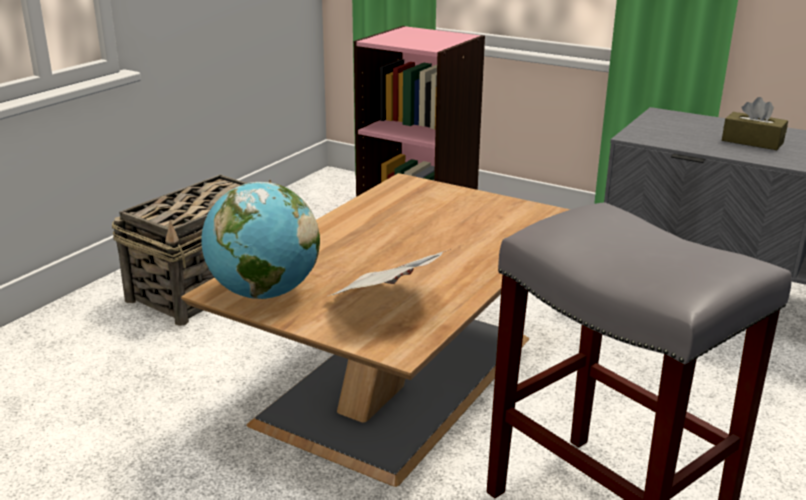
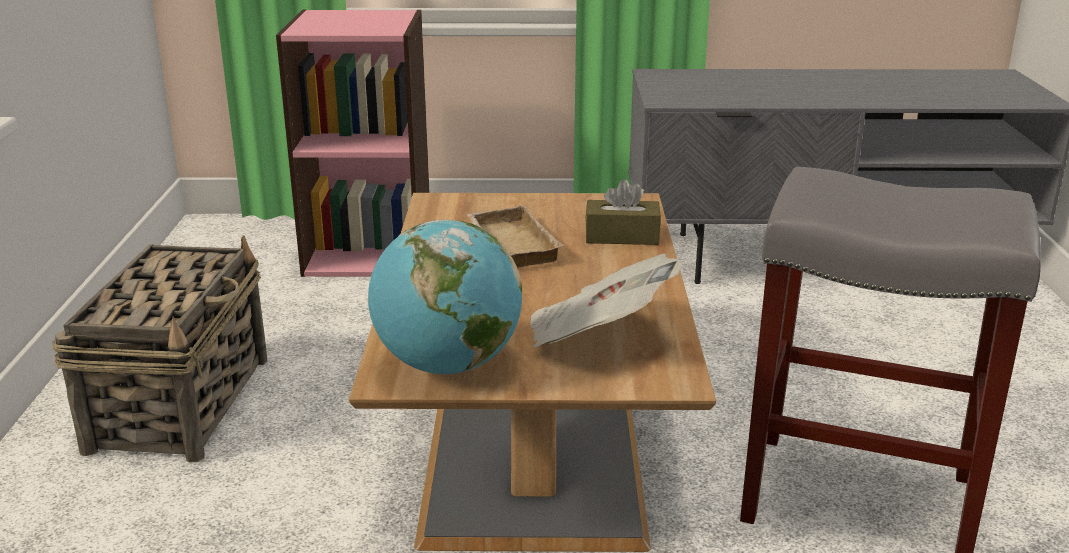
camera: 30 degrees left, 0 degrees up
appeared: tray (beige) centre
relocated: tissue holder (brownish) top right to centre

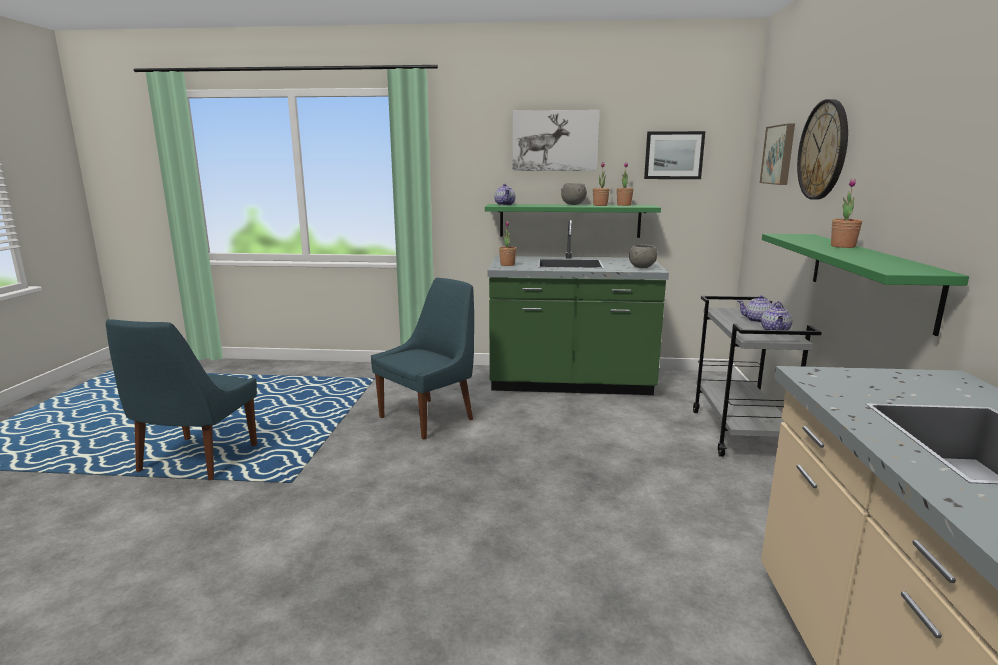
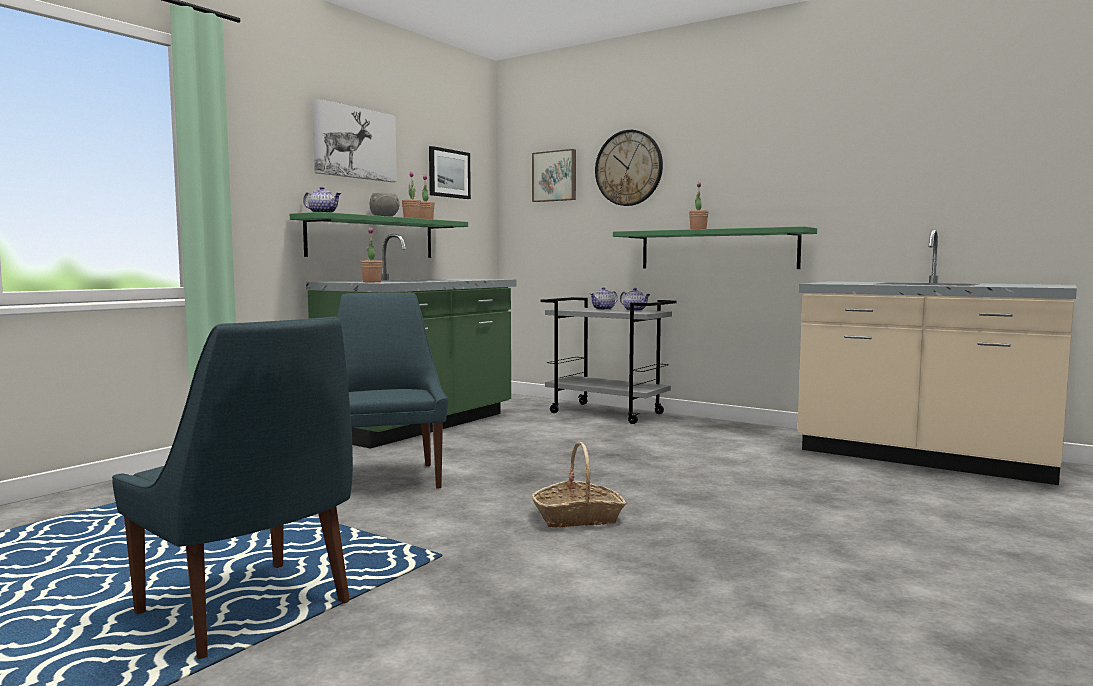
camera: 60 degrees left, 10 degrees down
missing: deep dish (grey) (no. 2 from left) centre
appeared: storage basket bottom centre

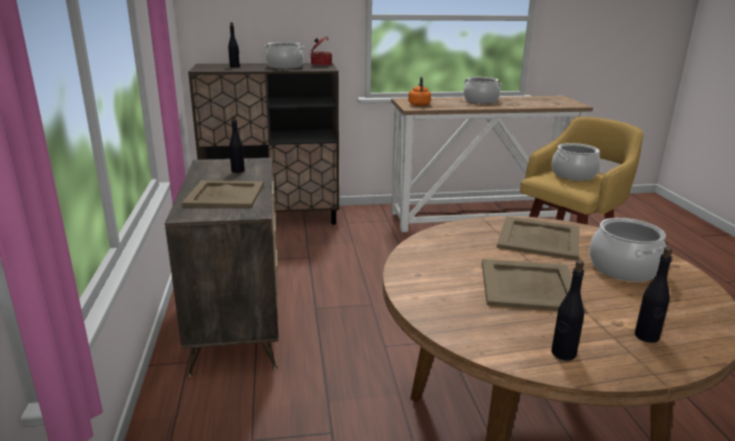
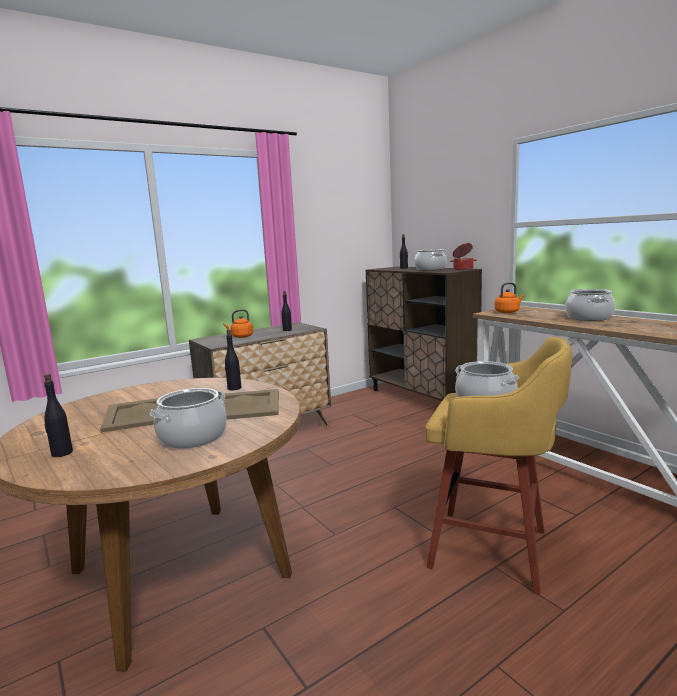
camera: 65 degrees right, 10 degrees down
relocated: drink bottle (blackish) (no. 3 from left in the first image) bottom right to drink bottle (blackish) (no. 2 from left) centre
exchanged: tray (beige) (no. 1 from left) middle left to kettle (orange) (no. 1 from left) centre

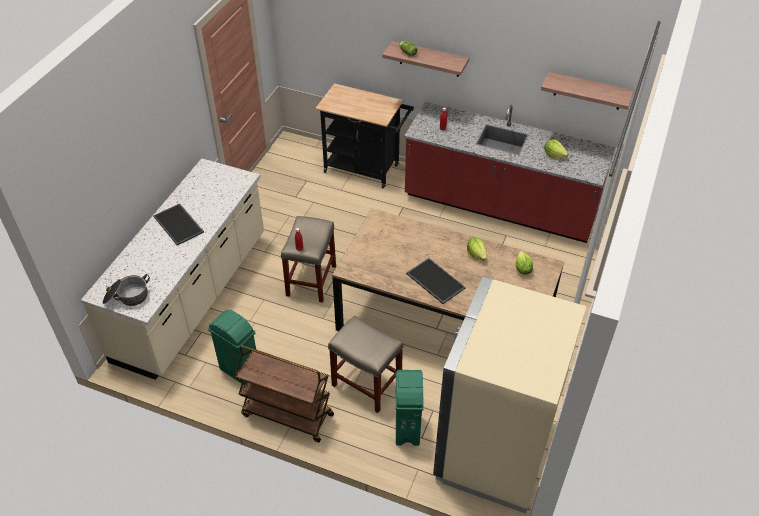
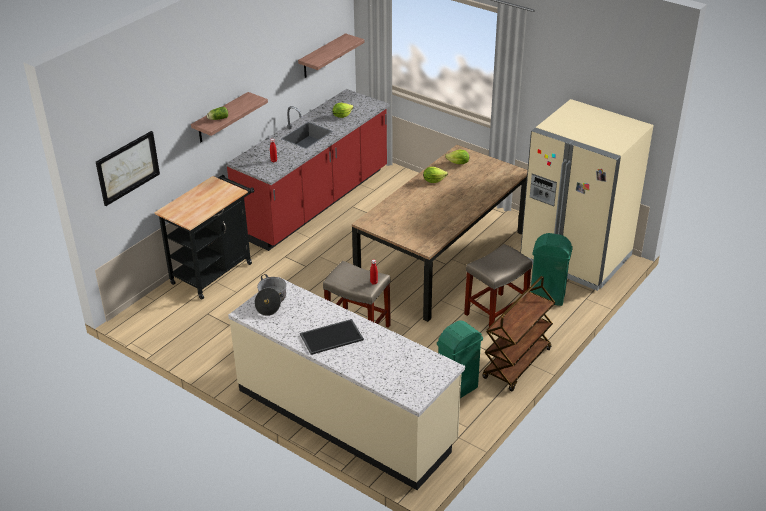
camera: 75 degrees left, 10 degrees down
missing: tray (no. 2 from left) centre
appeared: wall art top left
relocated: stockpot middle left to centre

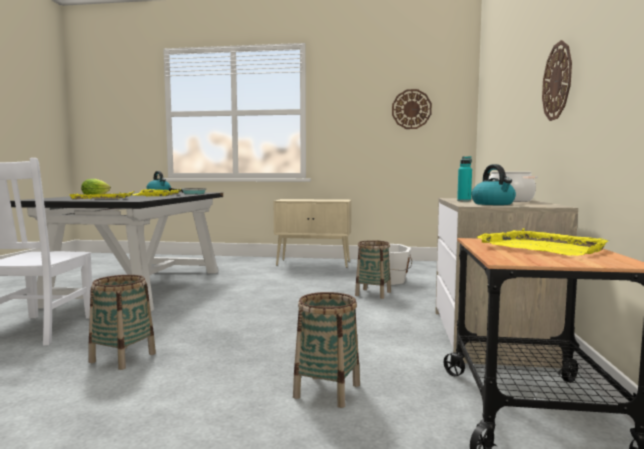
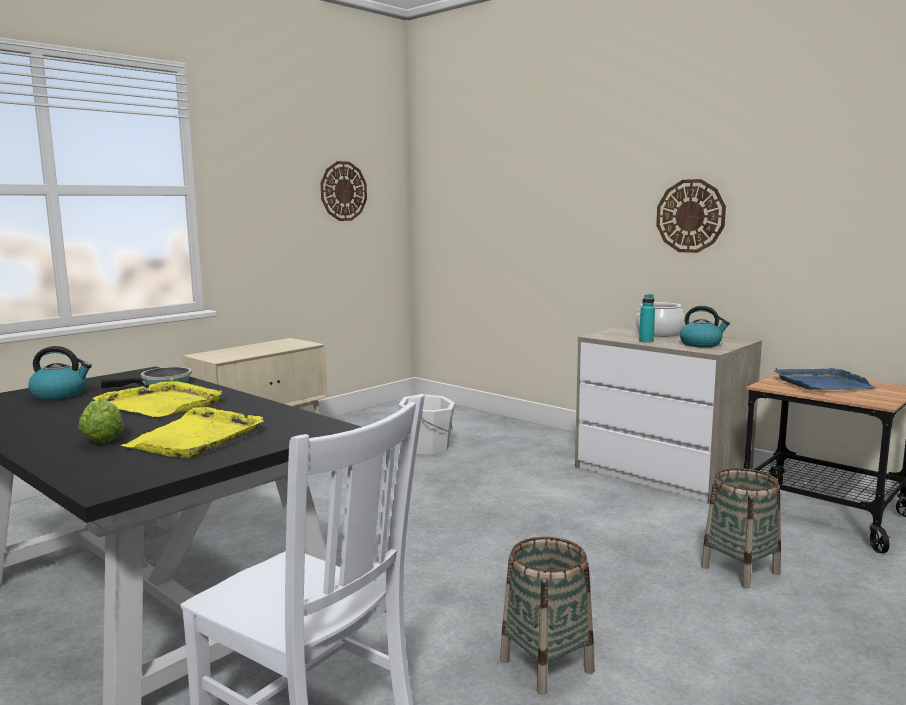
camera: 55 degrees left, 5 degrees up
missing: storage basket (no. 3 from left) centre
colour: tray (yellowish) (no. 3 from left) middle right to tray (blue-coloured) middle right

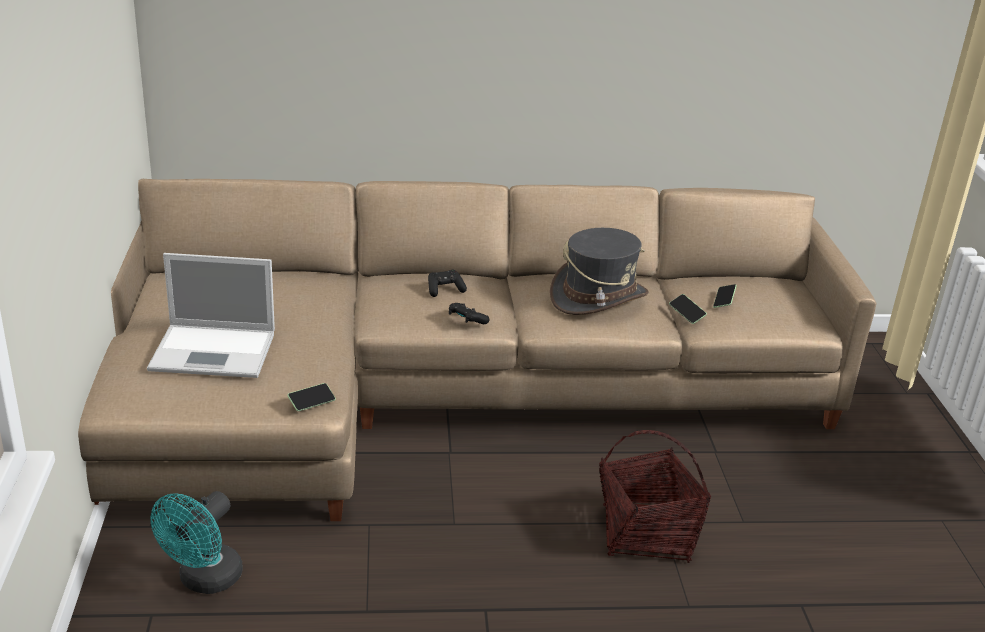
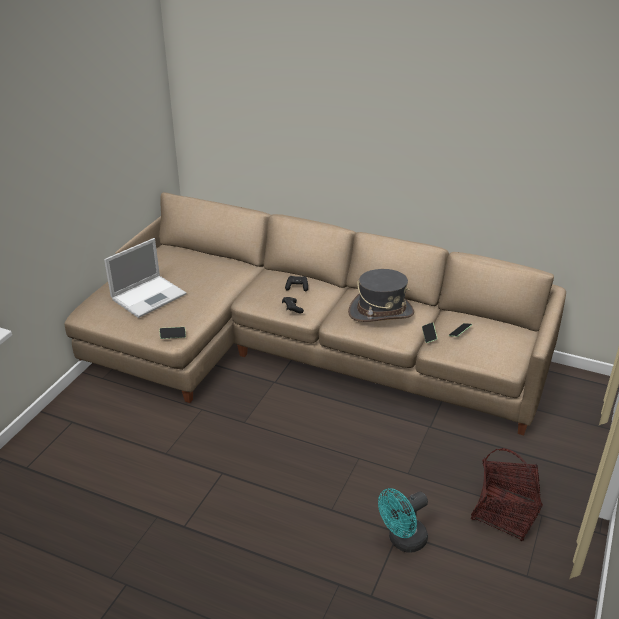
camera: 30 degrees right, 5 degrees up
relocated: fan (blue-green) bottom left to bottom centre; storage basket bottom centre to bottom right
spun: notebook computer middle left = middle left 75 degrees counterclockwise

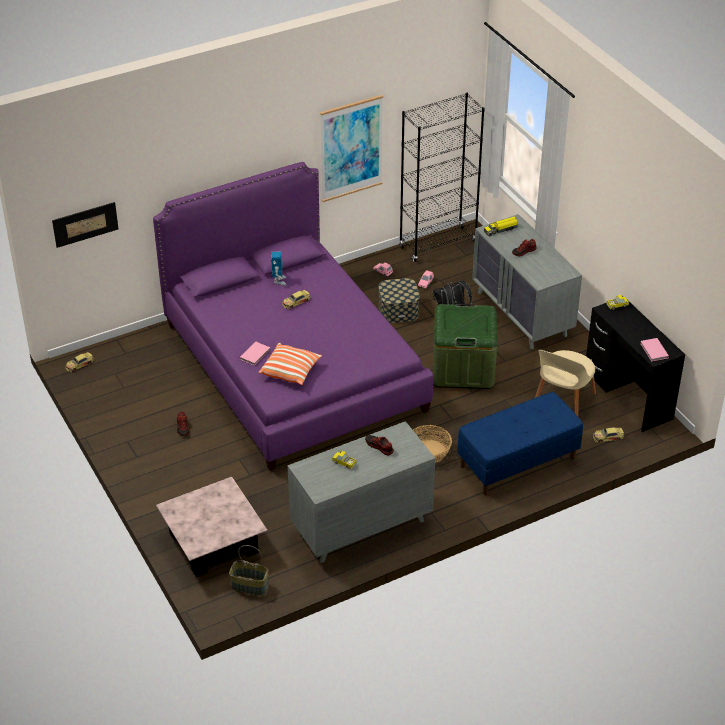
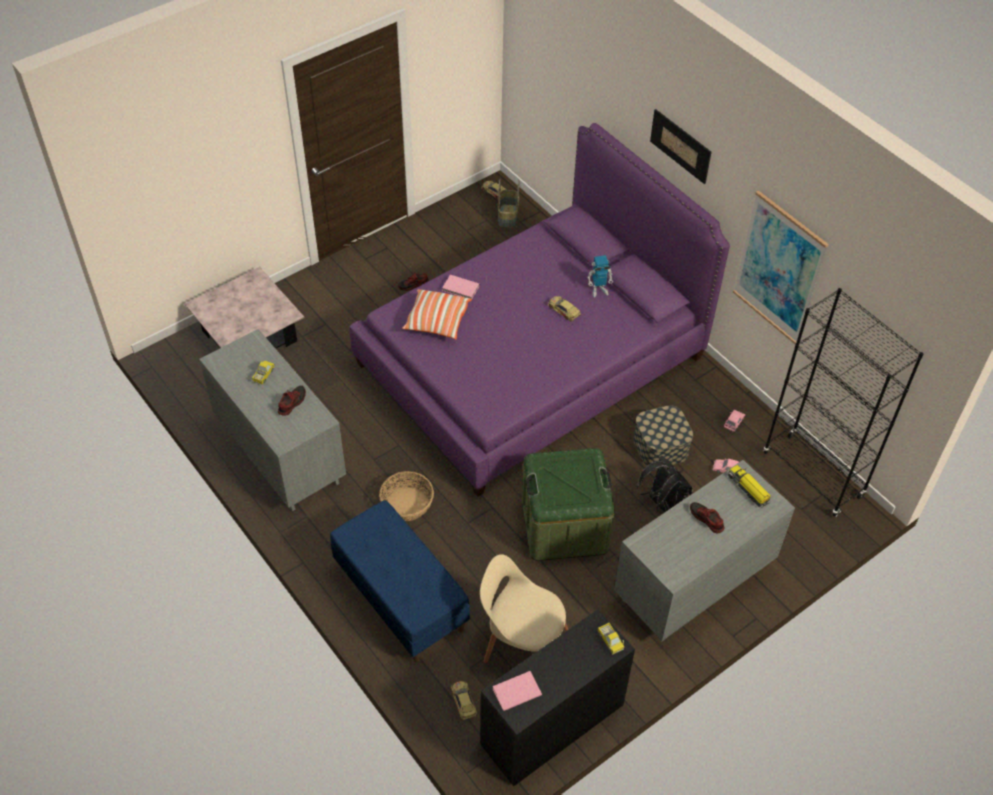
camera: 80 degrees right, 10 degrees up
relocated: wall art (no. 1 from left) top left to top right; storage basket (no. 1 from left in the first image) bottom centre to storage basket (no. 2 from left) top centre

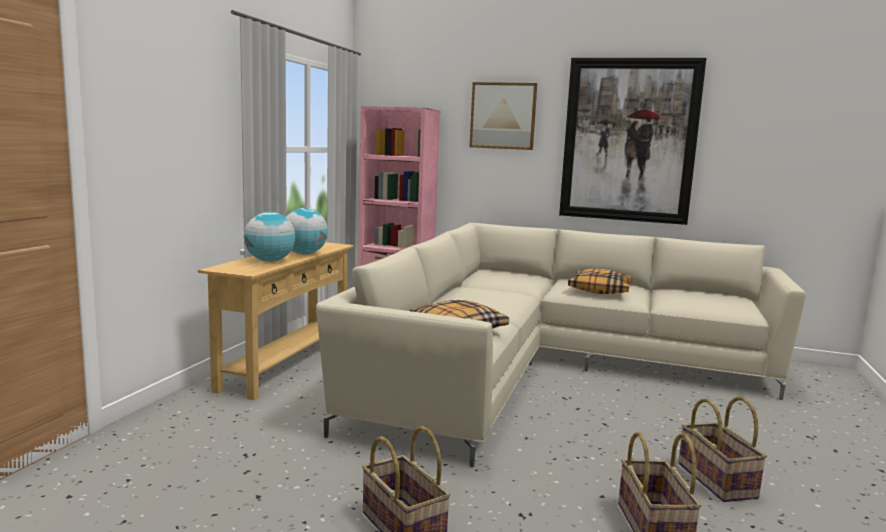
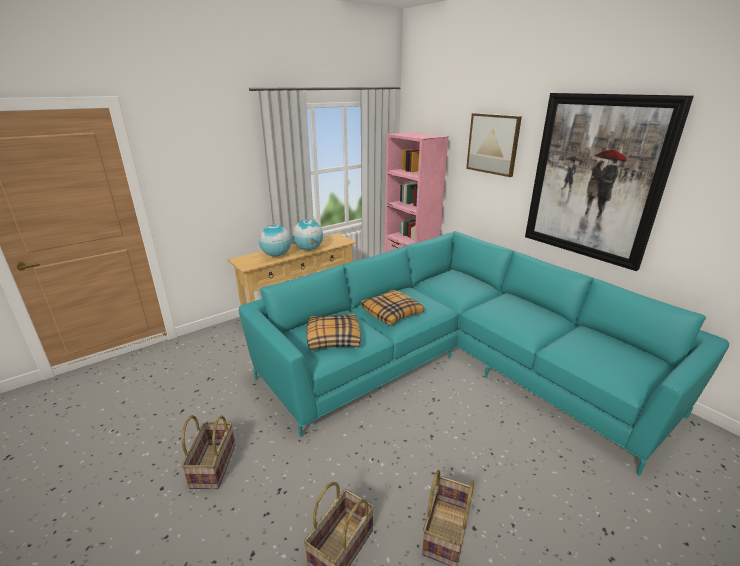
camera: 35 degrees right, 15 degrees up
relocated: cushion (no. 2 from left) middle right to centre
colour: settee (beige) centre to settee (blue-green) centre

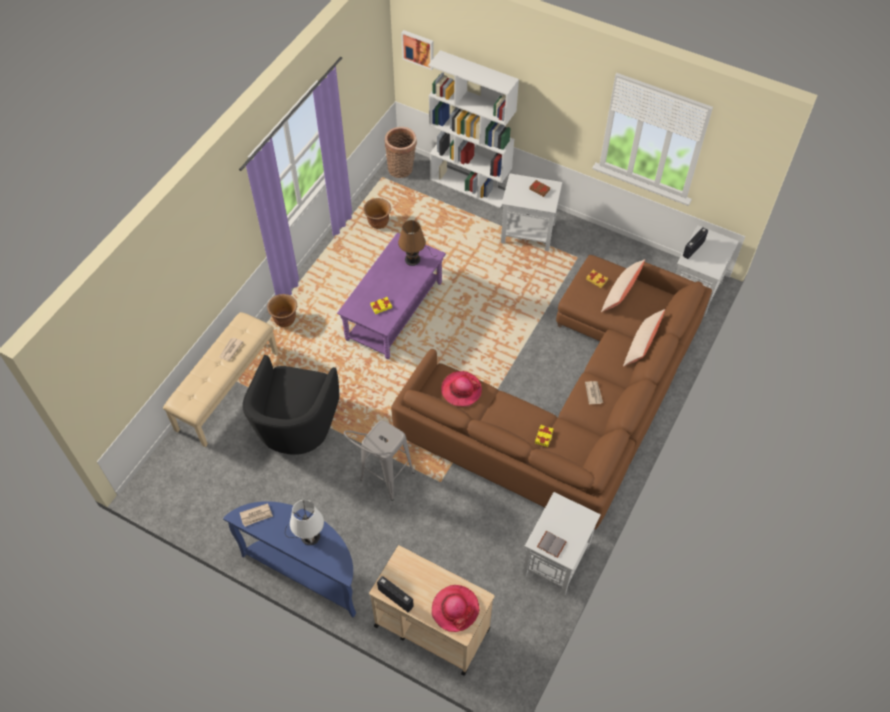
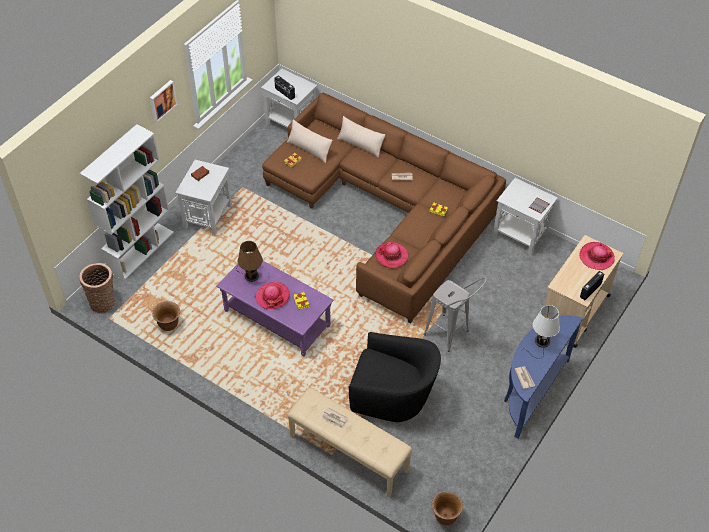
camera: 85 degrees left, 5 degrees down
appeared: wearable hat (no. 1 from left) centre
relocated: flower pot (brownish) (no. 1 from left in the first image) middle left to flower pot (brownish) (no. 2 from left) bottom centre; wall art top centre to top left

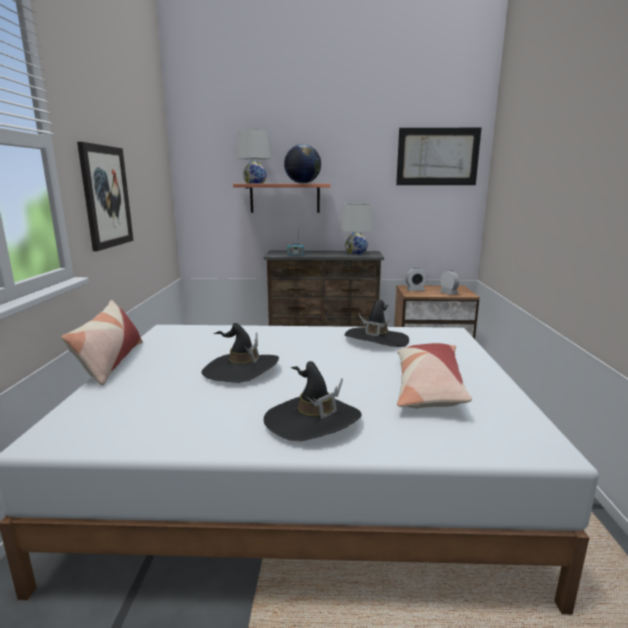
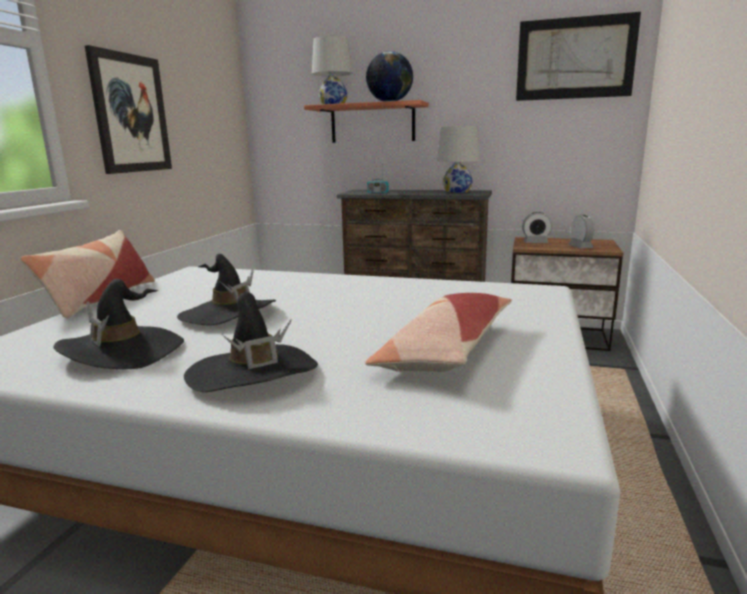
camera: 15 degrees right, 0 degrees up
relocated: wearable hat (blackish) (no. 3 from left in the first image) centre to wearable hat (blackish) (no. 1 from left) middle left

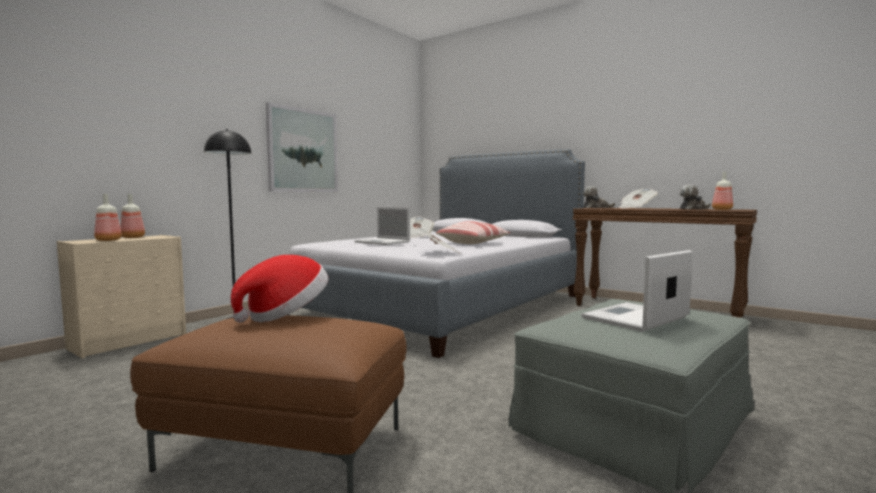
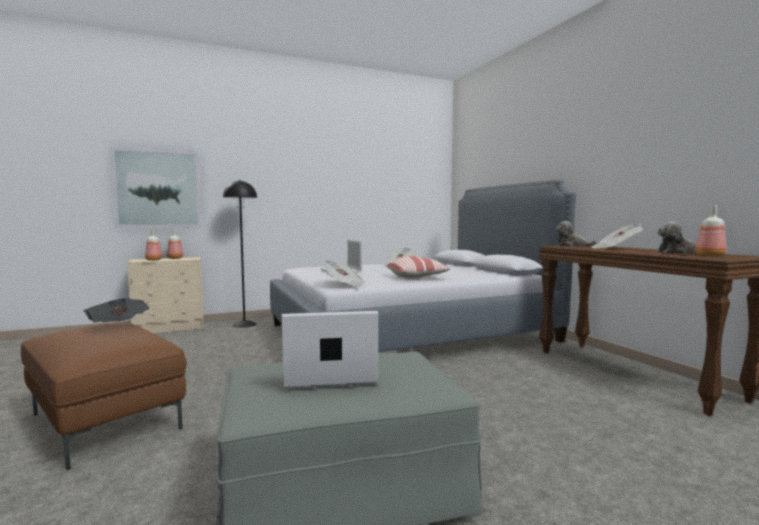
camera: 30 degrees right, 0 degrees up
relocated: wall art top centre to middle left
exchanged: wearable hat middle left to newspaper (no. 1 from left) middle left

